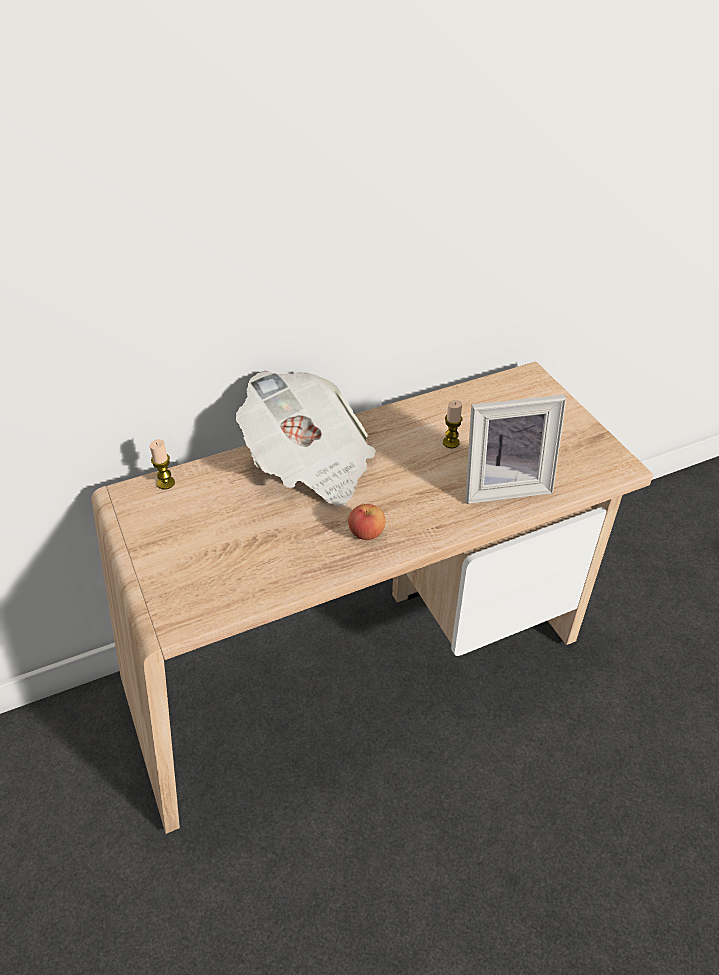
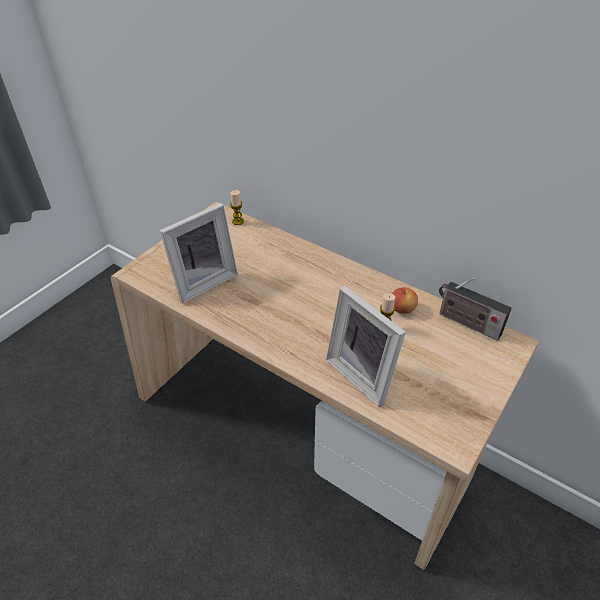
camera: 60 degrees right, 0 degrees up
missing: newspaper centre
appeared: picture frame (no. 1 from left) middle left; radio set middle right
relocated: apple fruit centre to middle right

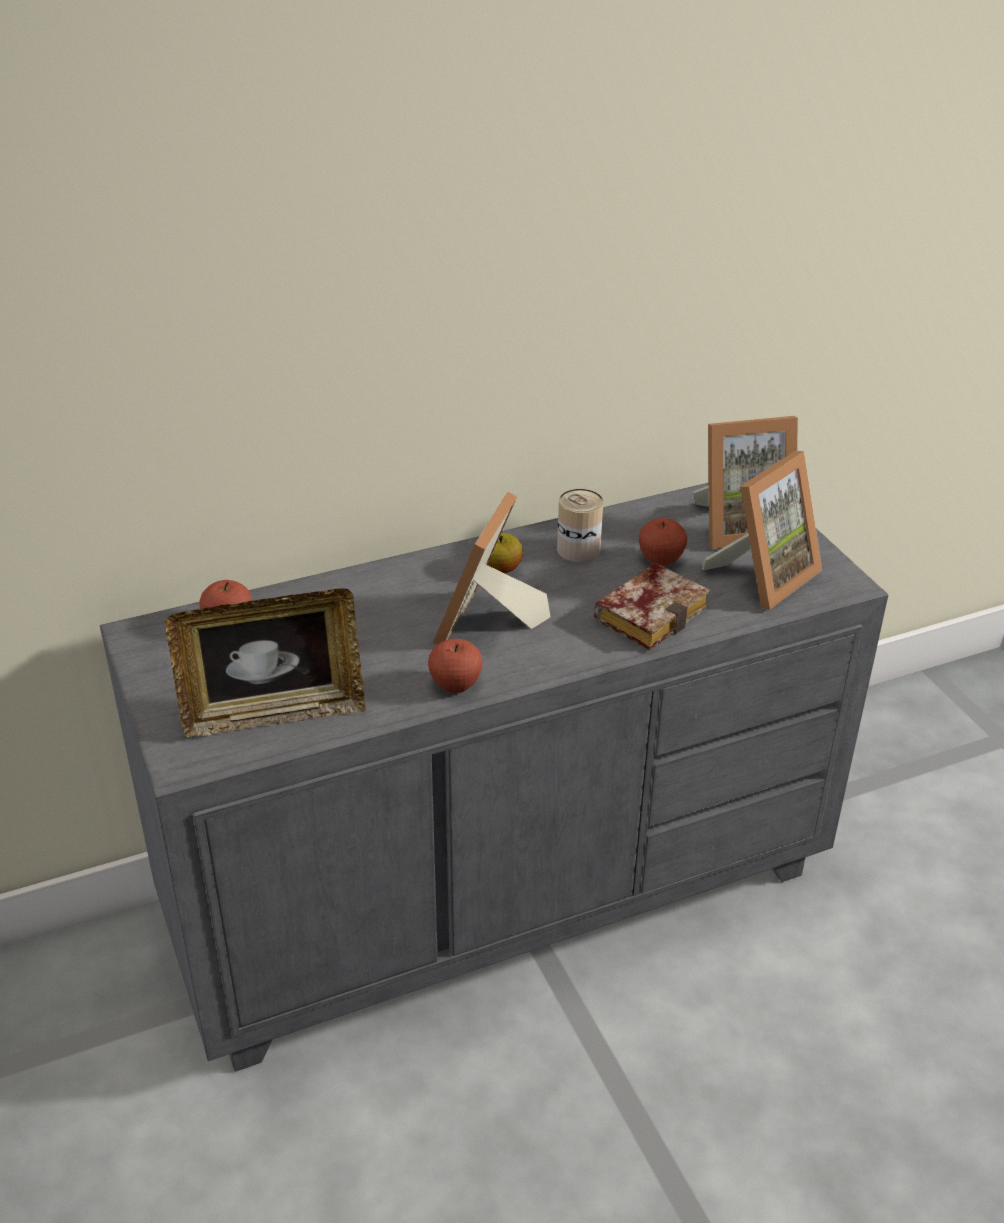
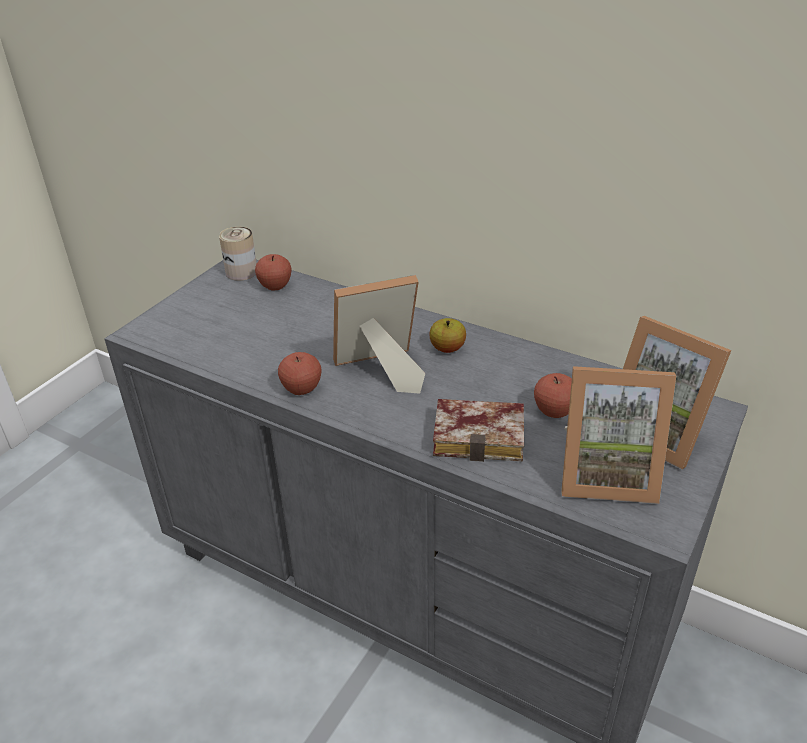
camera: 55 degrees right, 0 degrees up
missing: picture frame (no. 1 from left) middle left
relocated: can centre to middle left

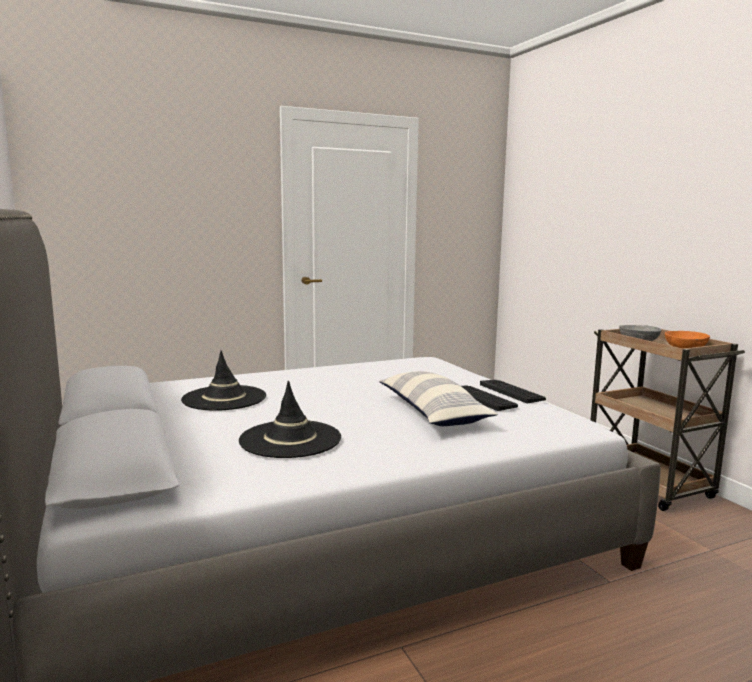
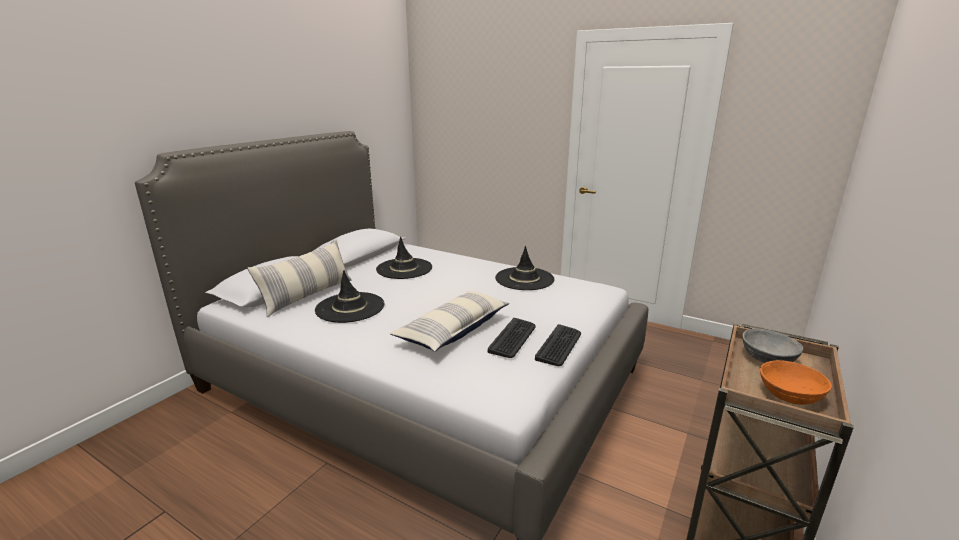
camera: 55 degrees right, 10 degrees up
appeared: cushion (no. 1 from left) middle left; wearable hat (blackish) (no. 3 from left) centre

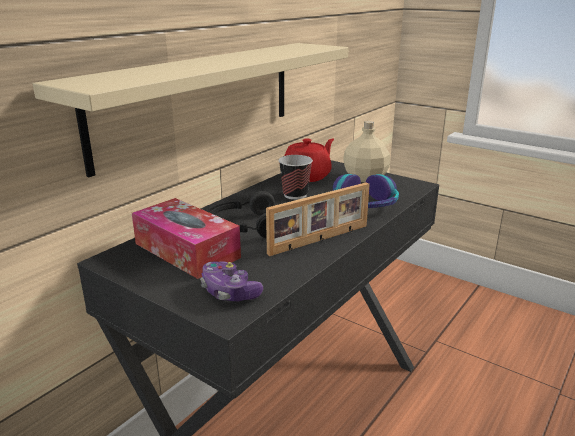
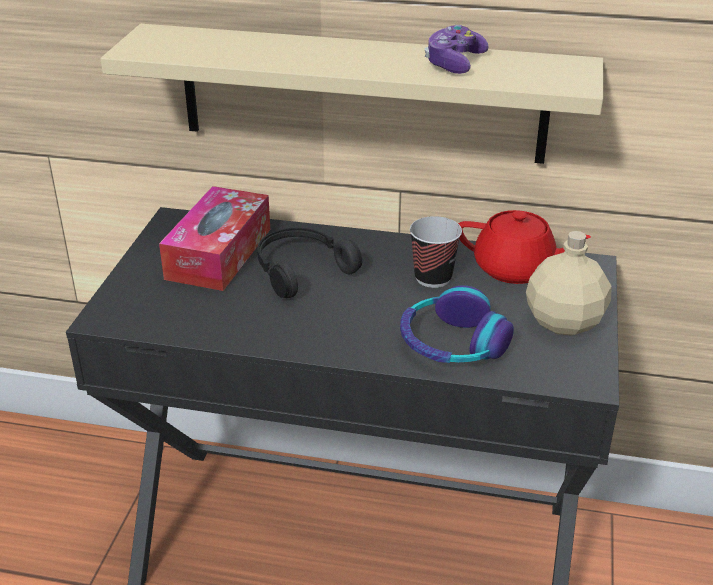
camera: 65 degrees right, 10 degrees up
missing: picture frame centre
relocated: joypad centre to top centre

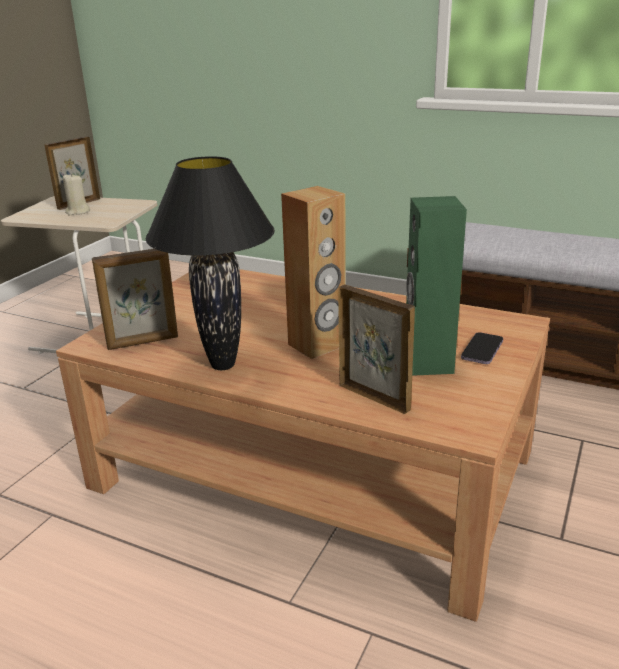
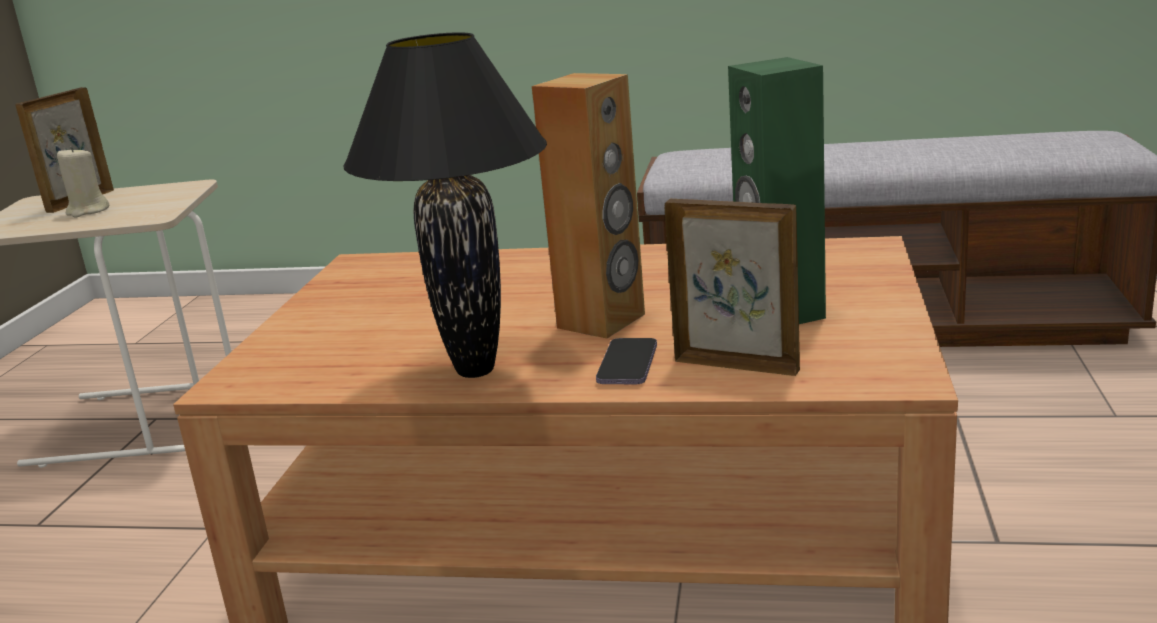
camera: 15 degrees left, 5 degrees down
missing: picture frame (no. 2 from left) middle left
relocated: phone middle right to centre

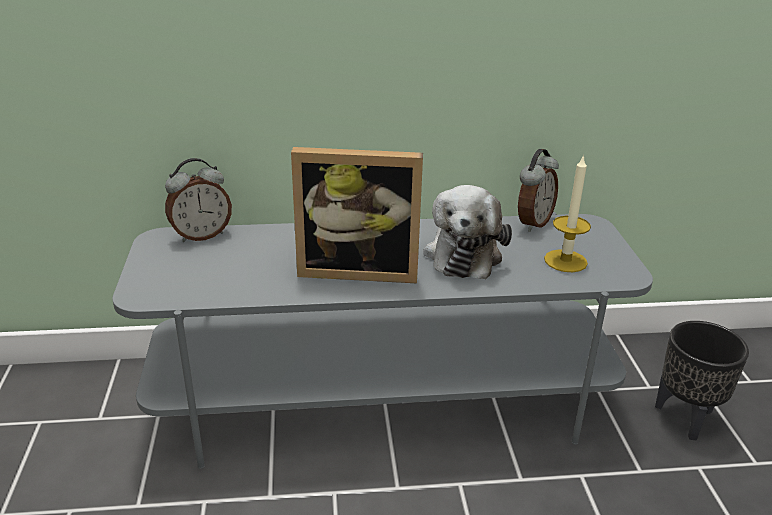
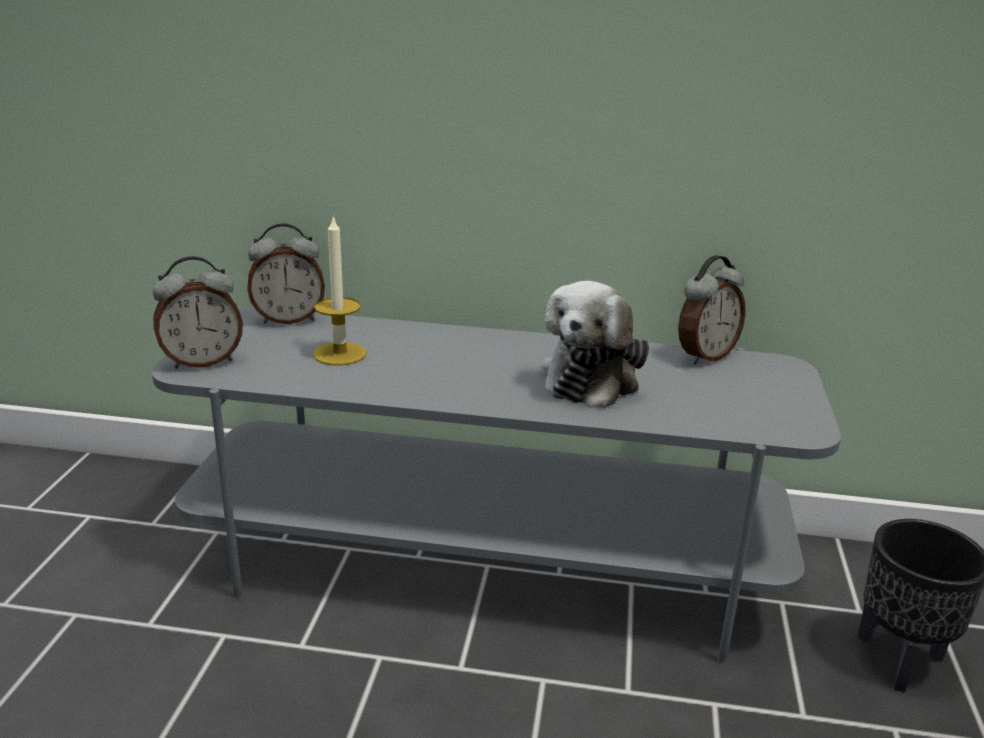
camera: 15 degrees right, 5 degrees down
missing: picture frame centre
appeared: table clock (no. 1 from left) middle left
relocated: wax candle middle right to centre

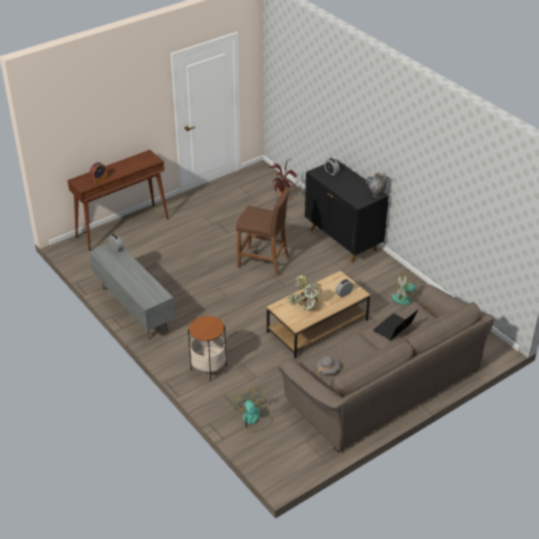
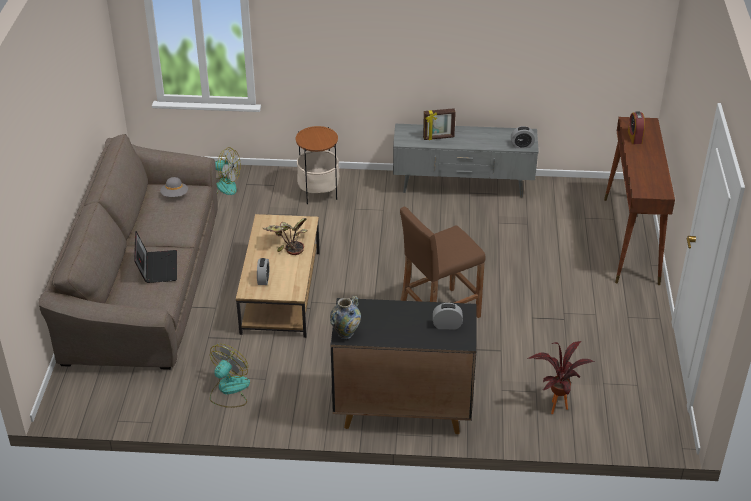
camera: 130 degrees right, 0 degrees up
appeared: picture frame top centre

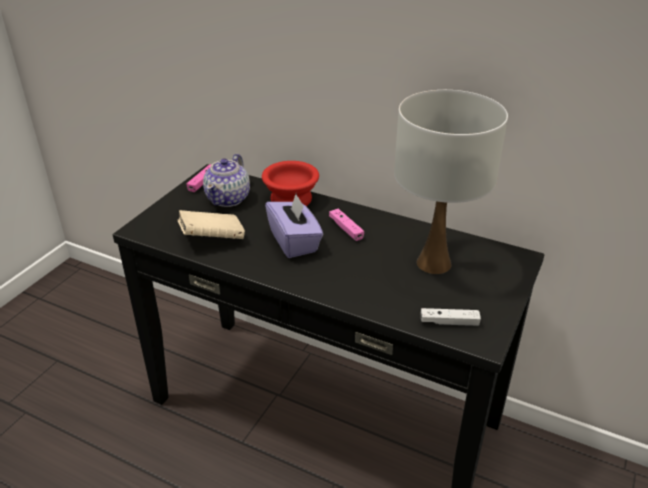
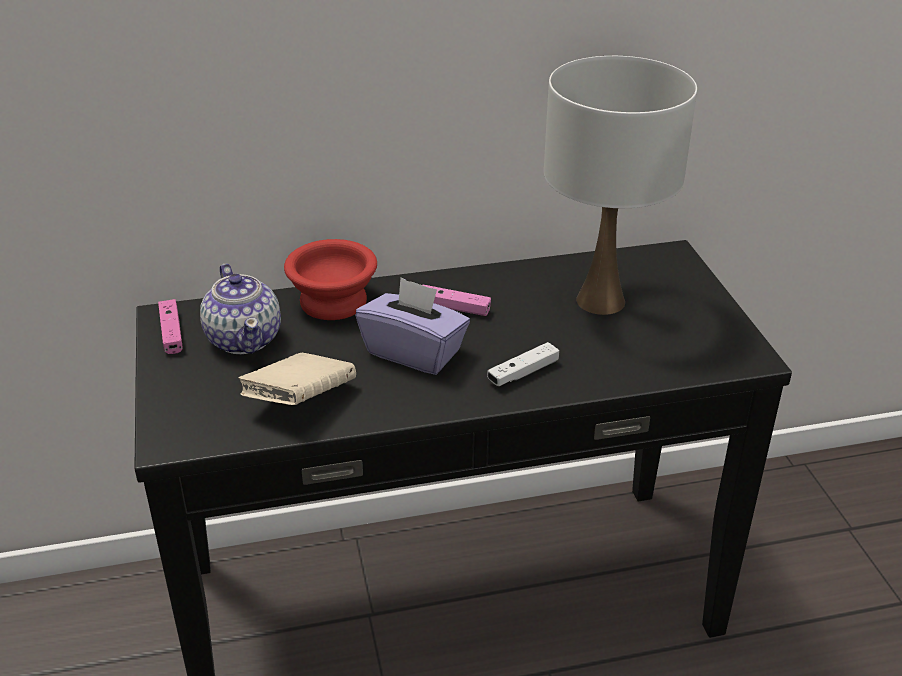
camera: 40 degrees left, 0 degrees up
relocated: joypad (white) middle right to centre

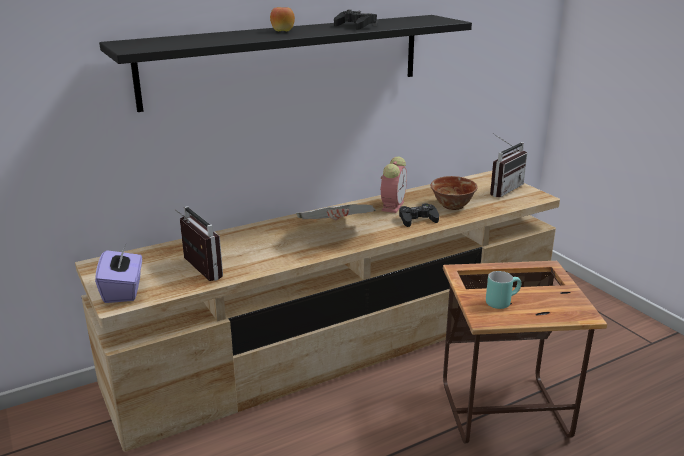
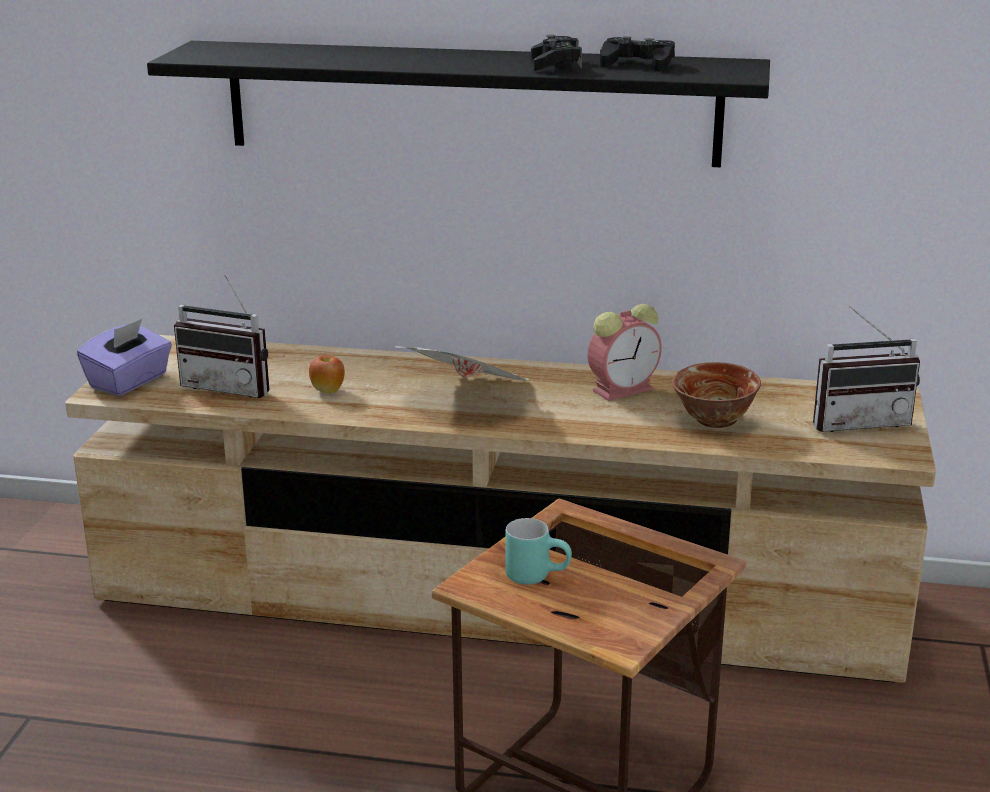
camera: 40 degrees right, 0 degrees up
relocated: apple fruit top centre to middle left; joypad (blackish) (no. 2 from left) centre to top centre
spun: radio set (no. 1 from left) middle left = middle left 105 degrees clockwise

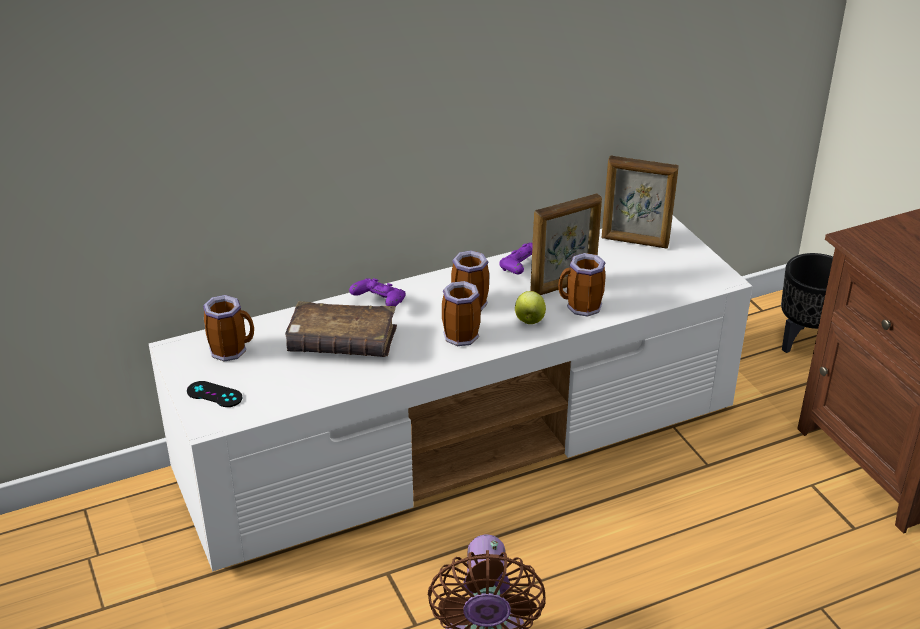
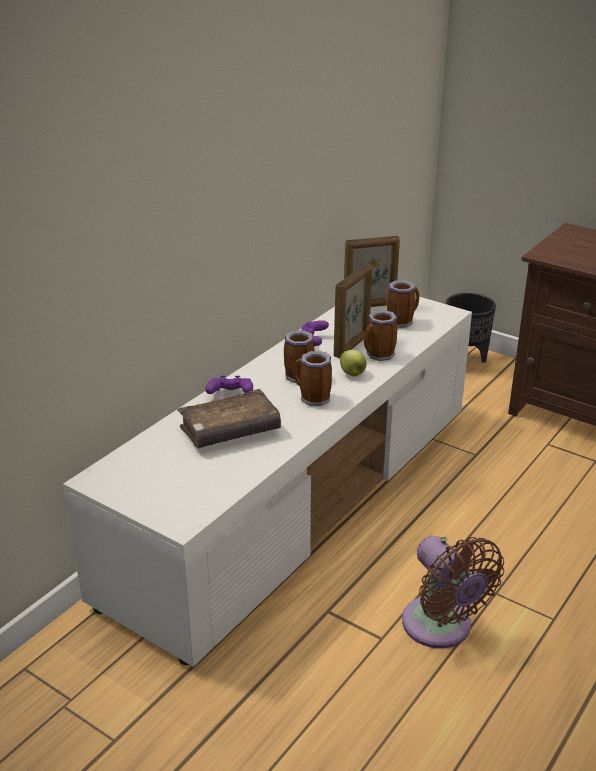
camera: 30 degrees left, 5 degrees down
missing: joypad (blackish) middle left
relocated: mug (no. 1 from left in the first image) middle left to mug (no. 4 from left) middle right

